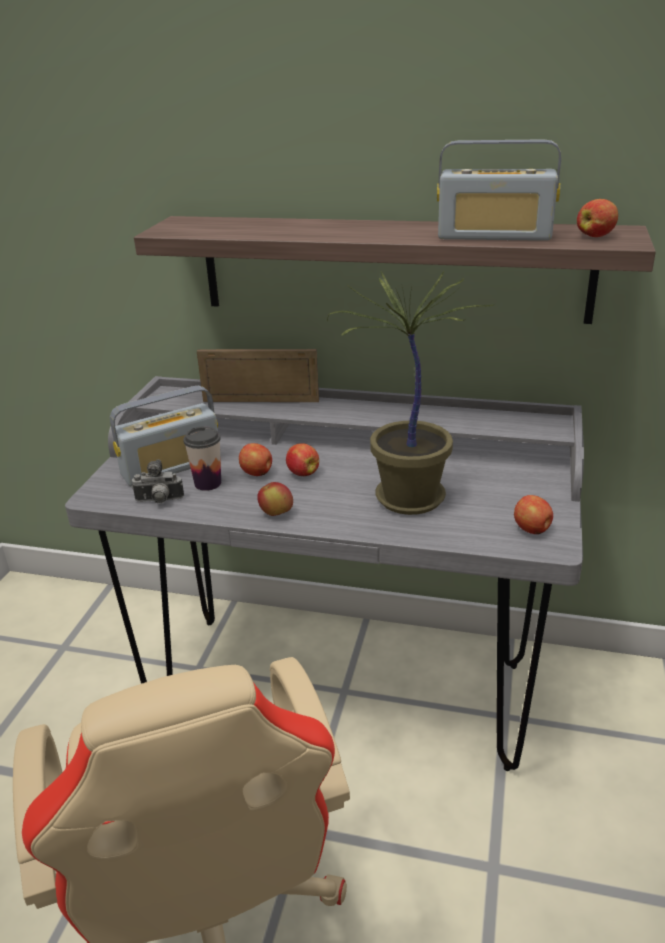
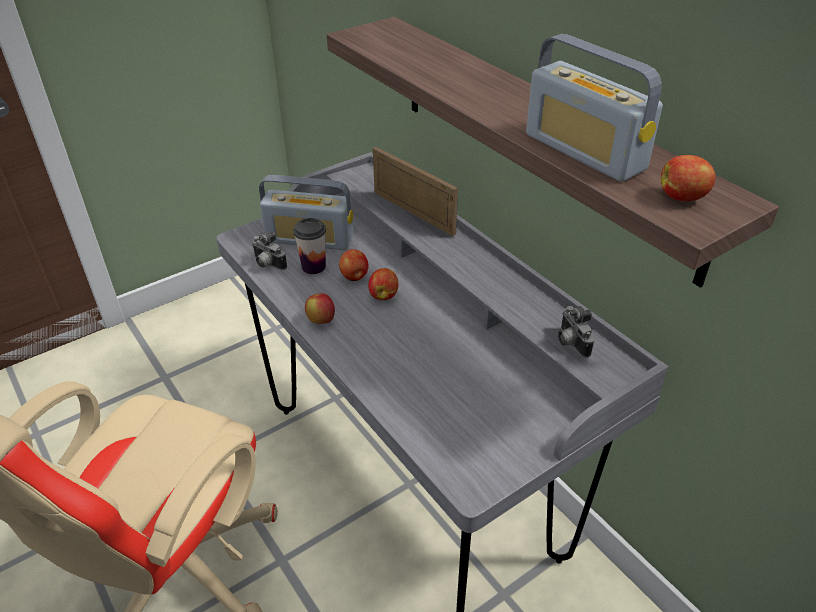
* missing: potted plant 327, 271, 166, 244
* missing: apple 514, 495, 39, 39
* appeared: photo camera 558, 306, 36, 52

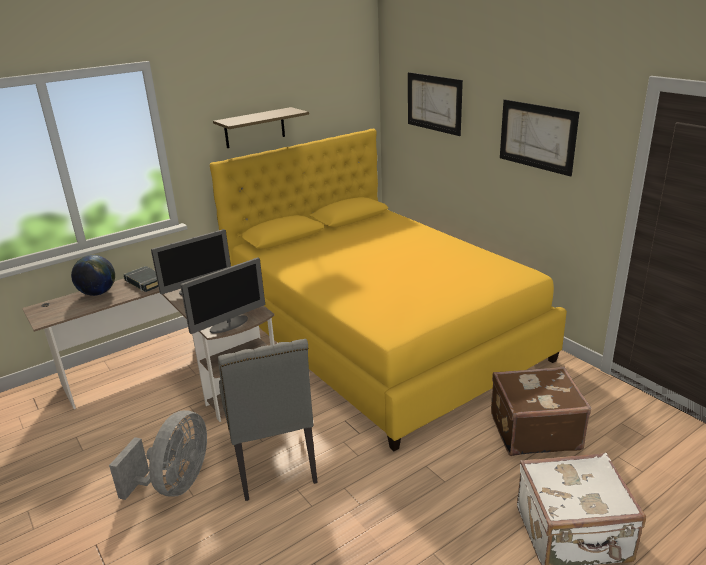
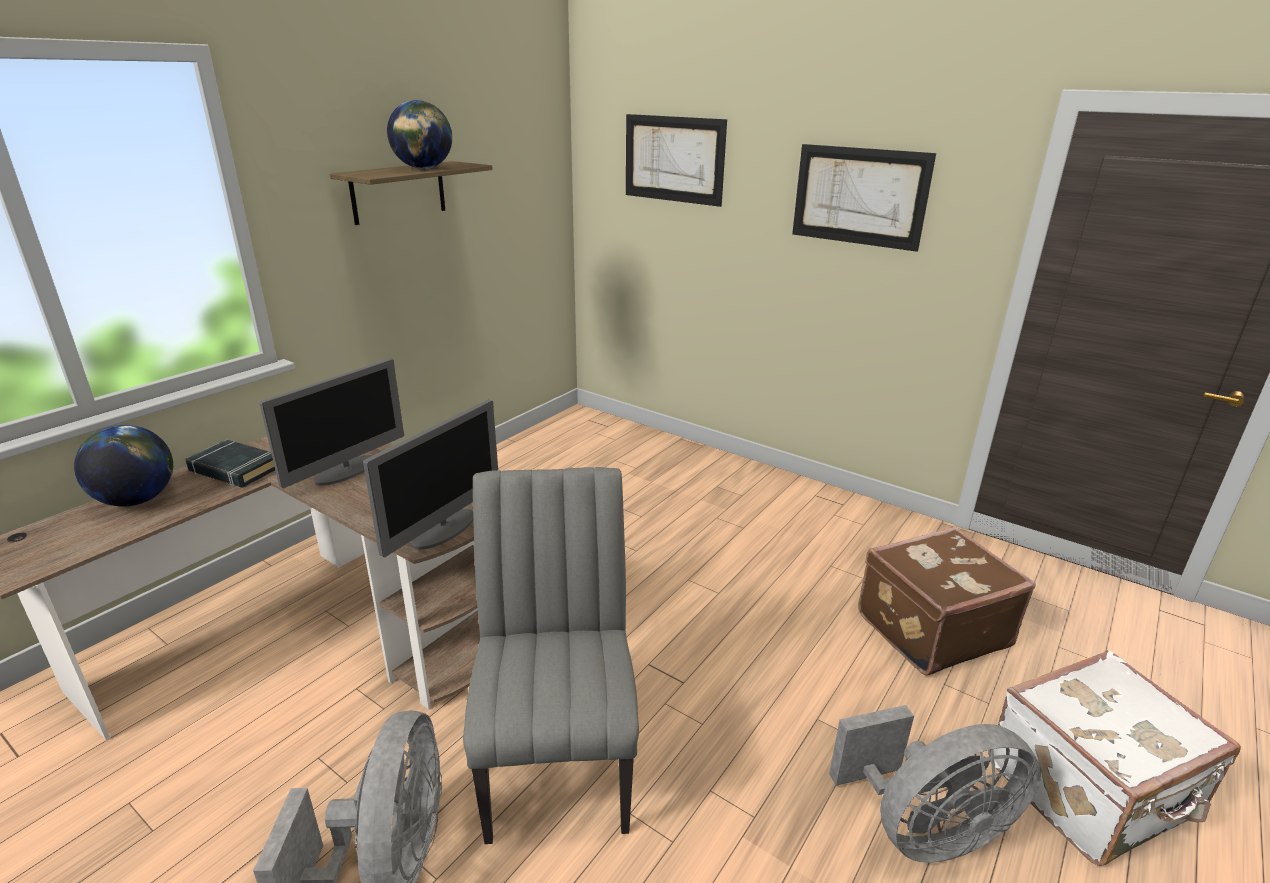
* missing: bed (yellow) 210, 129, 357, 322
* spun: chair (grey) 218, 339, 100, 162 = 463, 467, 176, 377 150 degrees counterclockwise
* appeared: globe 387, 100, 65, 69
* appeared: fan (grey) 829, 705, 212, 158

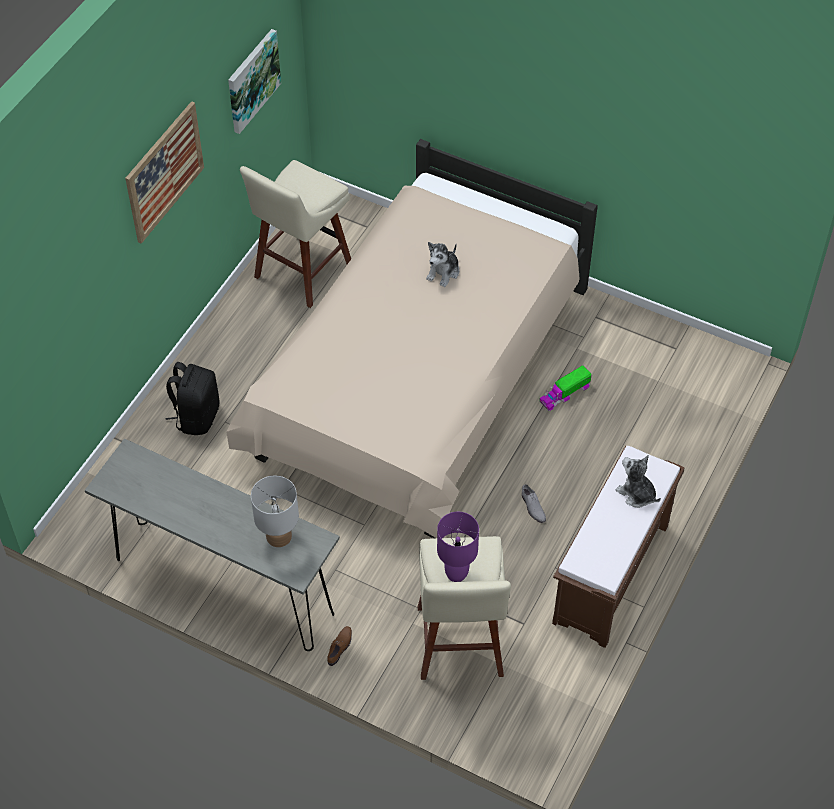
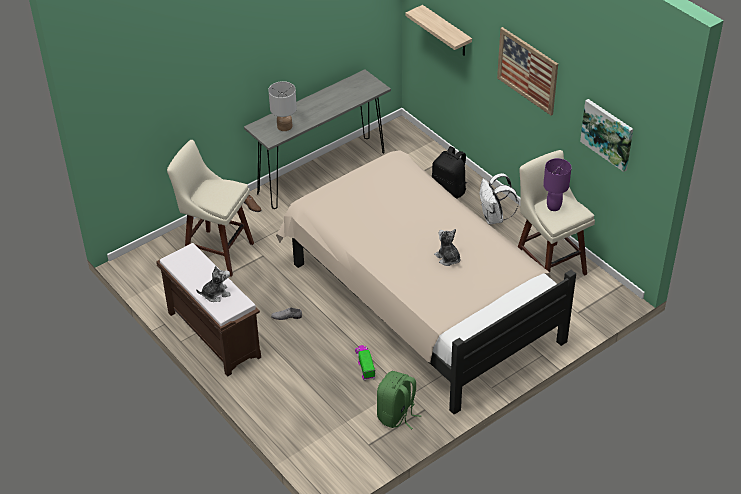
* relocated: table lamp (purple) 437, 512, 42, 70 to 543, 158, 29, 53
* appeared: shelf 405, 5, 67, 51
* appeared: backpack (white) 480, 173, 39, 51
* appeared: backpack (green) 377, 371, 44, 58

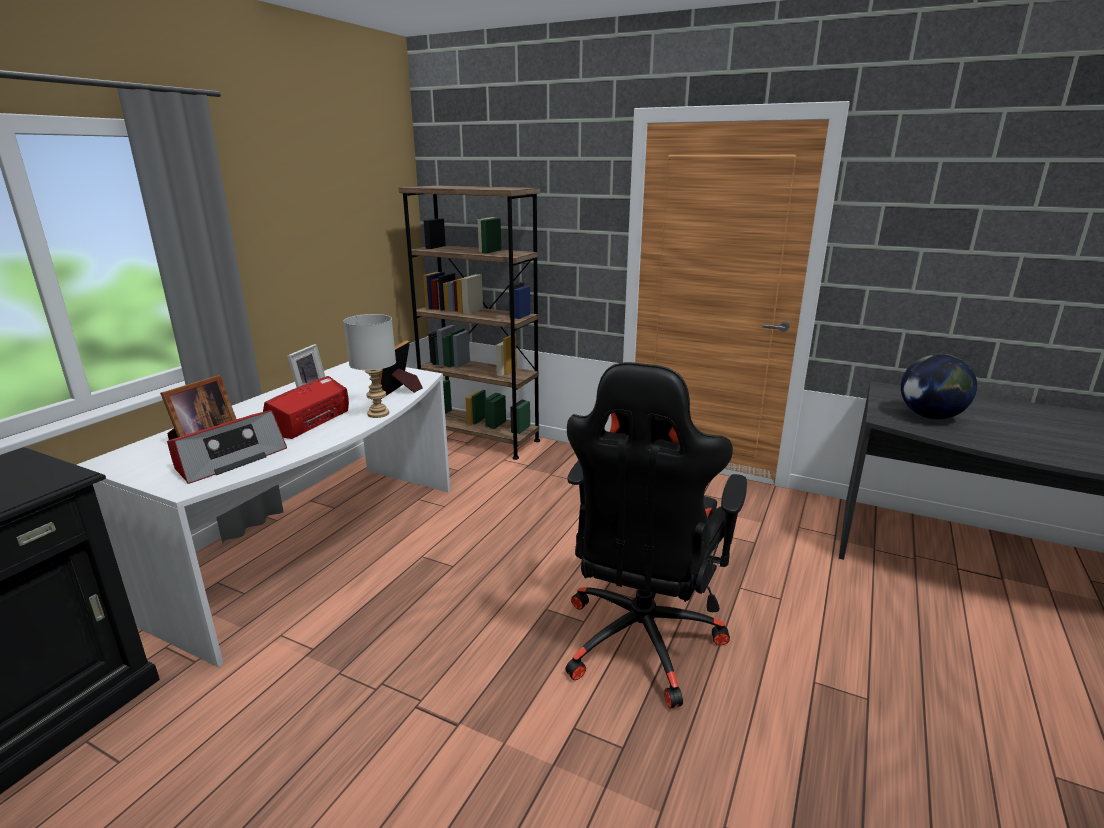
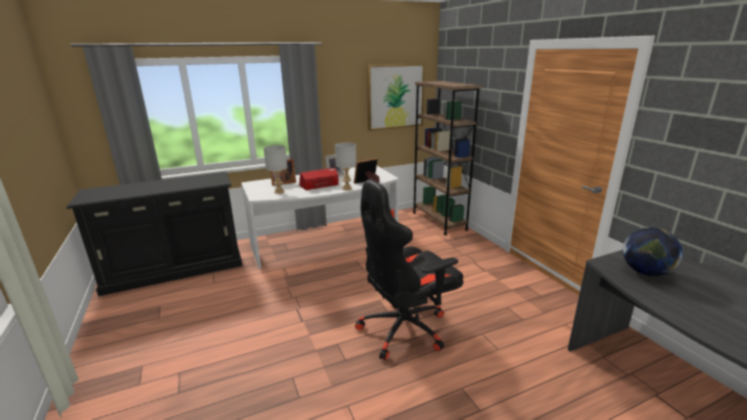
* exchanged: radio 167, 410, 120, 74 to table lamp (grey) 263, 145, 25, 49
* appeared: picture 367, 63, 58, 68

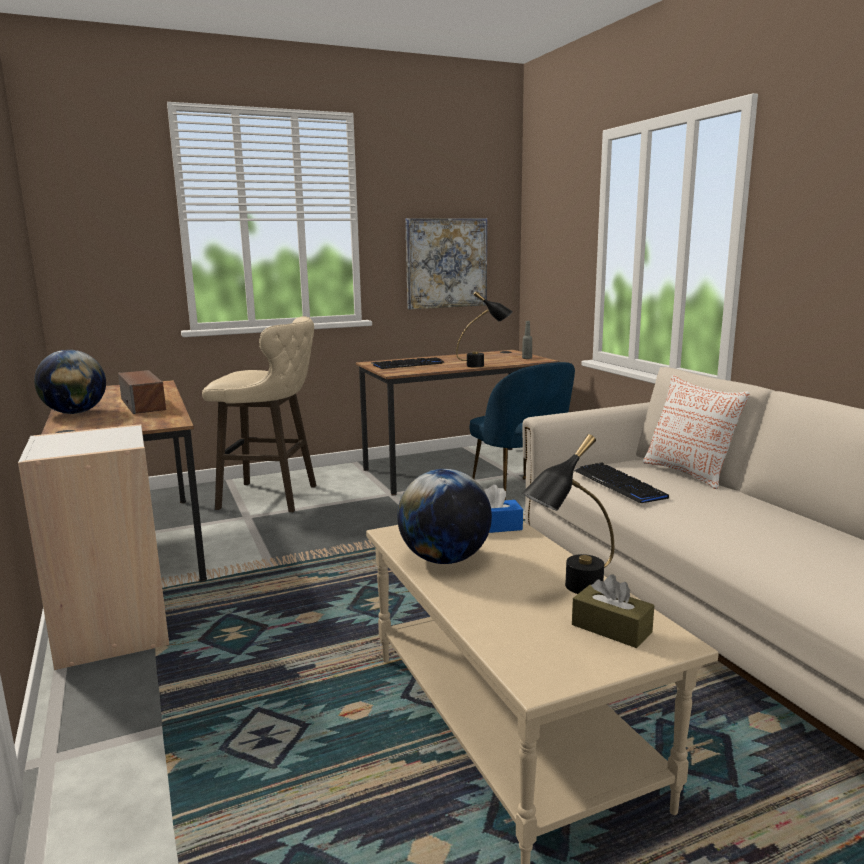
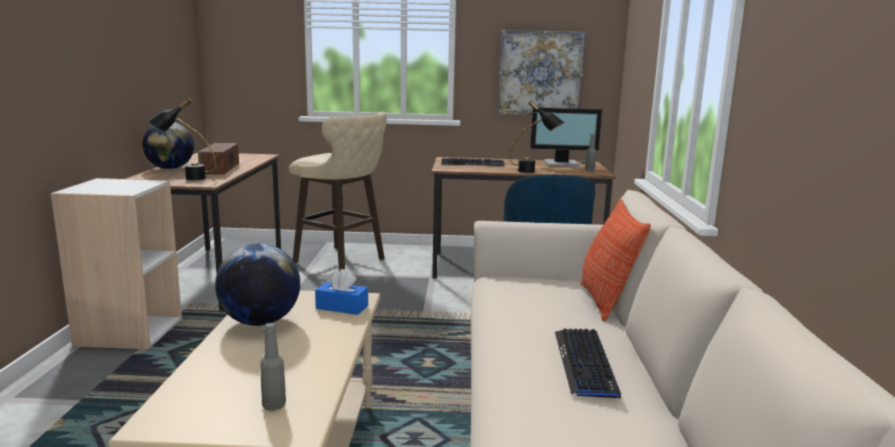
* colour: pillow (white) 643, 375, 107, 114 to pillow (orange) 580, 198, 71, 124
* relocated: table lamp (black) 522, 434, 92, 160 to 148, 98, 68, 82
* relocated: keyboard 574, 463, 95, 40 to 555, 329, 66, 70
* exchanged: tissue box (brown) 572, 575, 82, 73 to bottle (grey) 260, 323, 26, 88
* appeared: monitor 530, 107, 72, 60

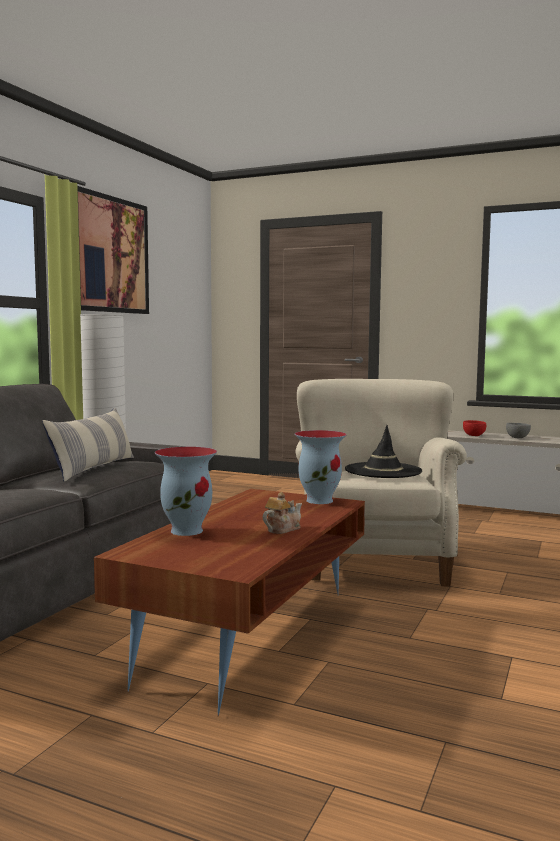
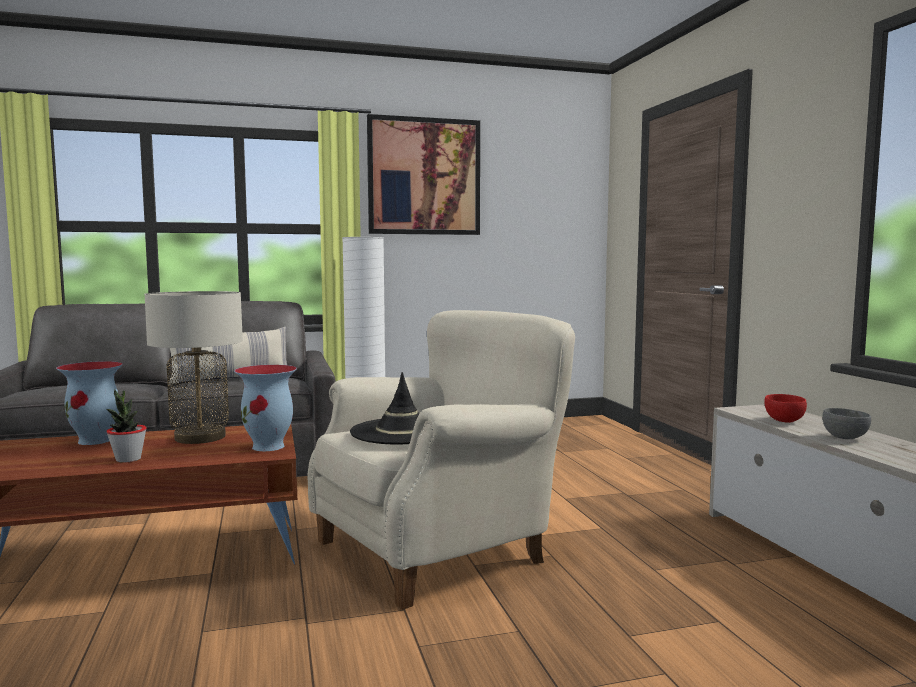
* exchanged: teapot 263, 492, 39, 42 to potted plant 106, 389, 41, 74
* appeared: table lamp 145, 291, 98, 153

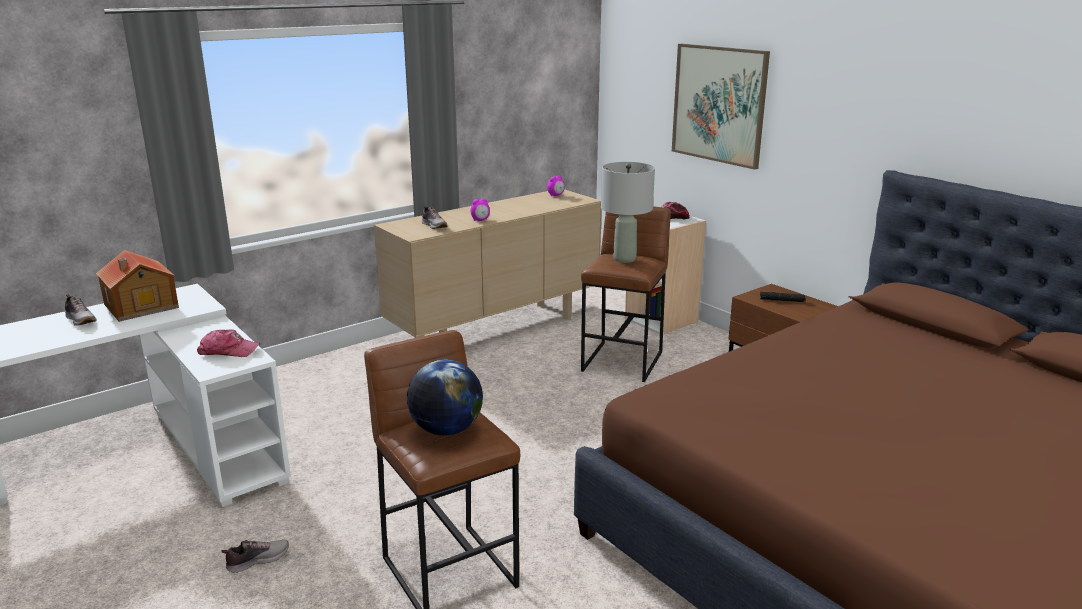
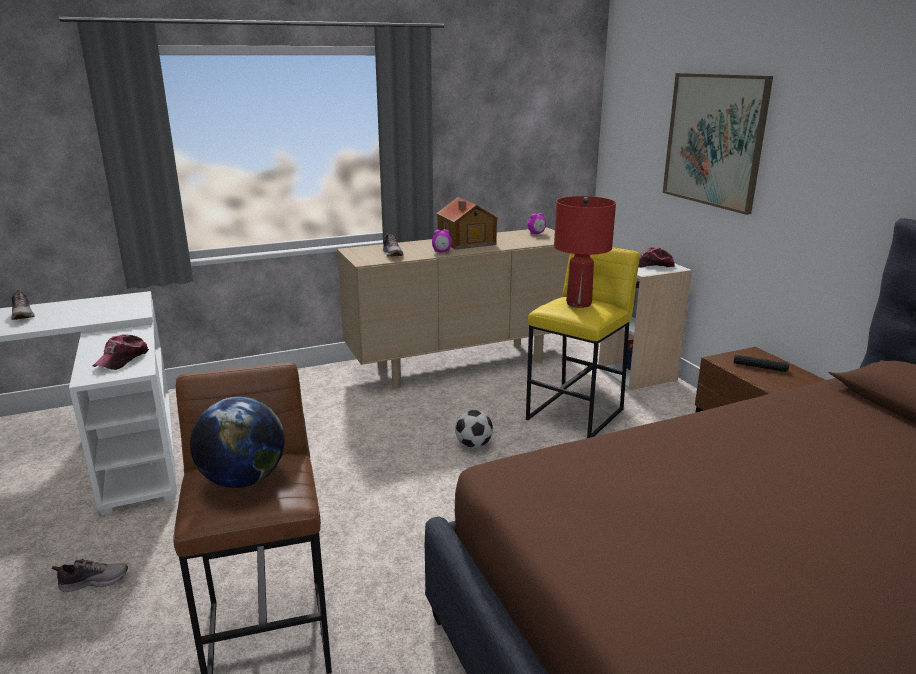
* colour: table lamp (grey) 601, 162, 54, 101 to table lamp (red) 554, 196, 62, 112
* colour: stool (brown) 581, 206, 90, 176 to stool (yellow) 526, 247, 114, 191
* relocated: toy house 96, 250, 83, 72 to 436, 197, 62, 53
* spun: cap 197, 330, 63, 27 = 93, 334, 56, 36 90 degrees clockwise
* appeared: football 455, 410, 38, 38

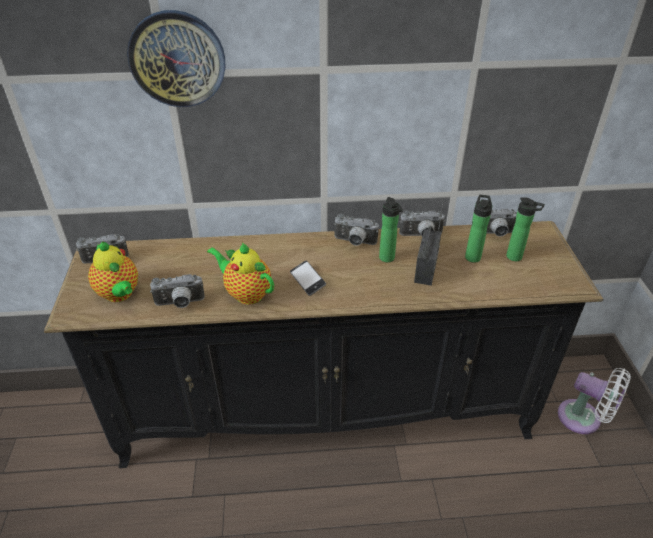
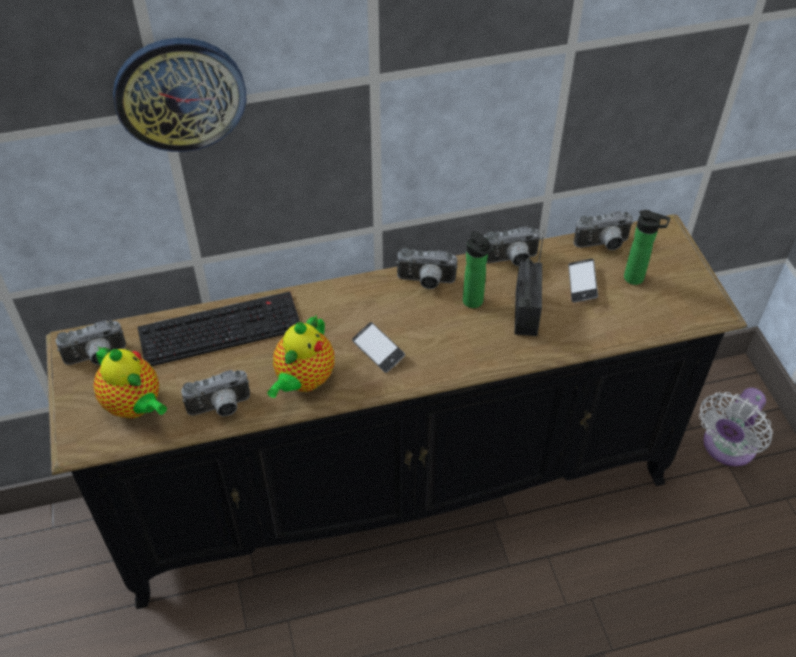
* exchanged: bottle 465, 195, 27, 68 to phone 568, 259, 30, 44
* spun: teapot 207, 242, 67, 62 = 267, 314, 68, 84 90 degrees counterclockwise
* spun: fan (white) 558, 368, 73, 66 = 699, 388, 74, 78 105 degrees clockwise
* appeared: keyboard 137, 292, 163, 74

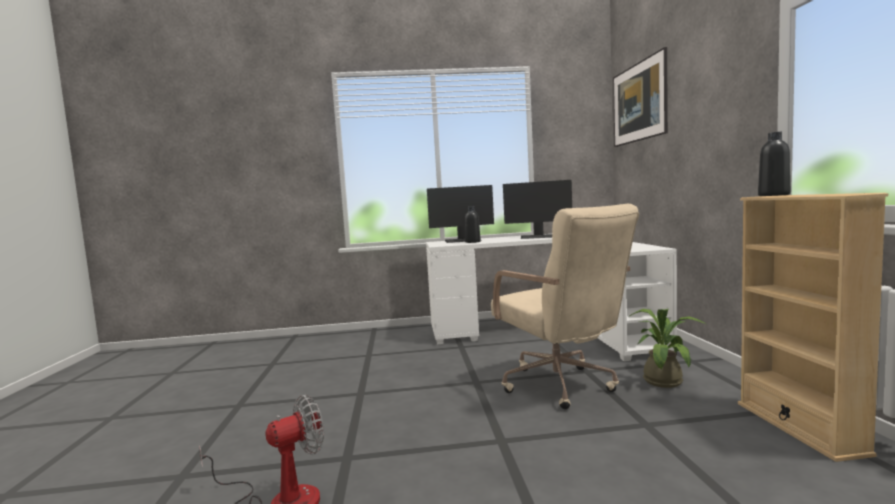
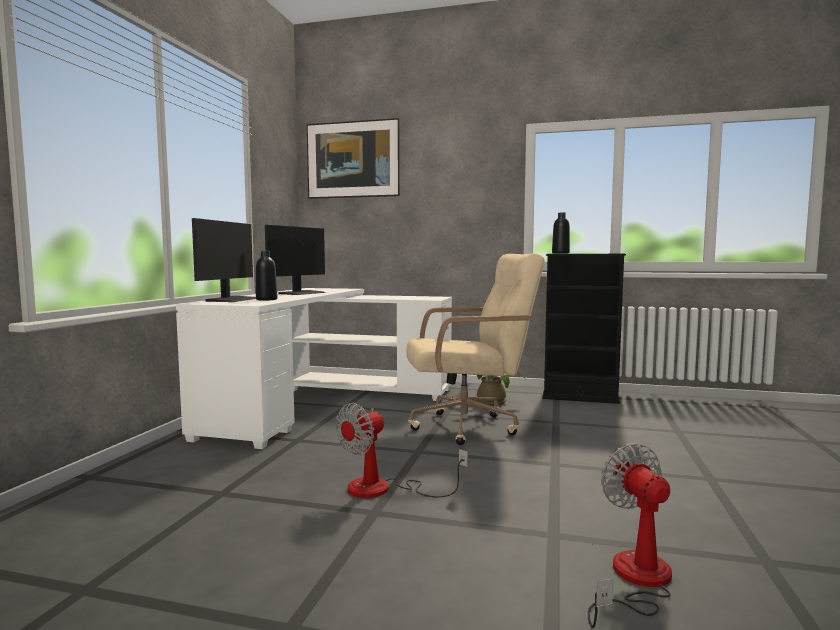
* colour: bookcase (beige) 738, 193, 150, 269 to bookcase (black) 543, 254, 83, 150
* appeared: fan 336, 403, 132, 95

